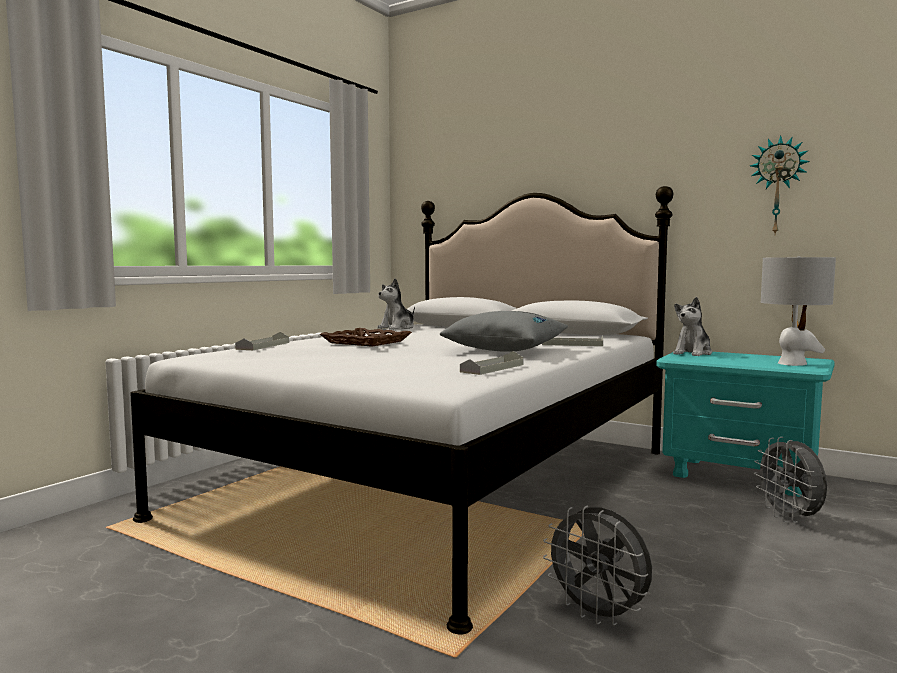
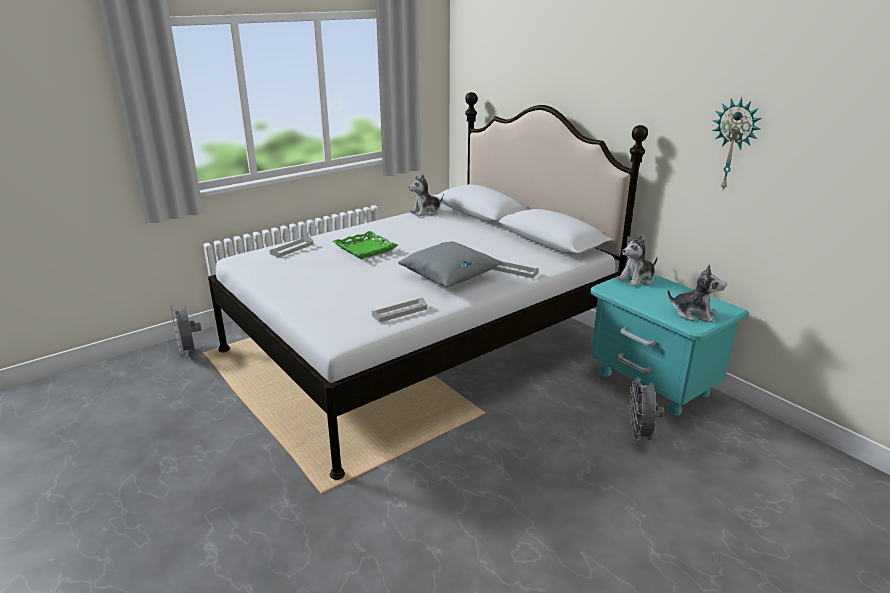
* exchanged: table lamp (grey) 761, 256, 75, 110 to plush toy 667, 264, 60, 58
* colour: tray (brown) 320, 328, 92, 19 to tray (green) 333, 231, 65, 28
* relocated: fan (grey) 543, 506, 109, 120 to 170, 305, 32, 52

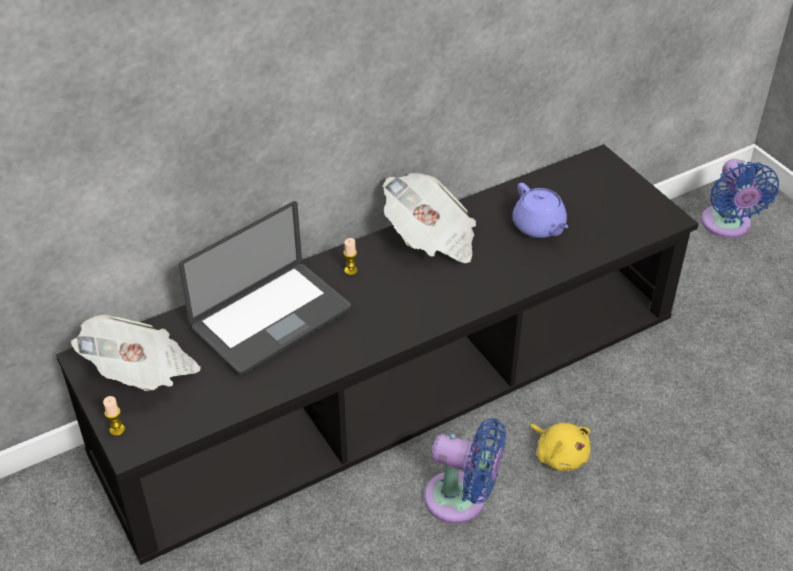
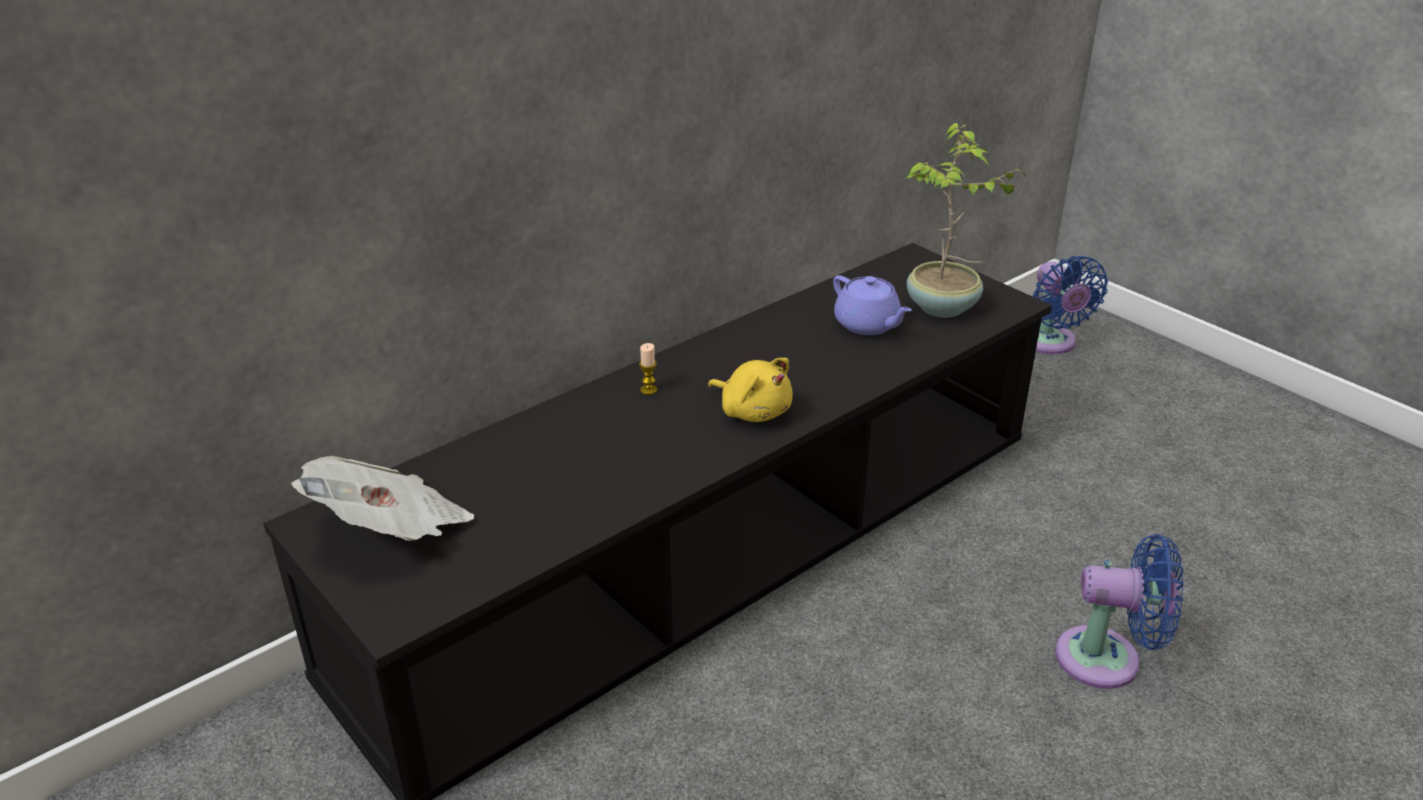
* missing: newspaper 383, 173, 93, 90
* missing: laptop 178, 201, 173, 175
* missing: candle 103, 396, 22, 40
* relocated: fan (blue) 424, 419, 82, 105 to 1055, 534, 129, 155
* relocated: plush toy (yellow) 529, 423, 62, 49 to 708, 358, 85, 64
* appeared: potted plant 905, 123, 122, 195

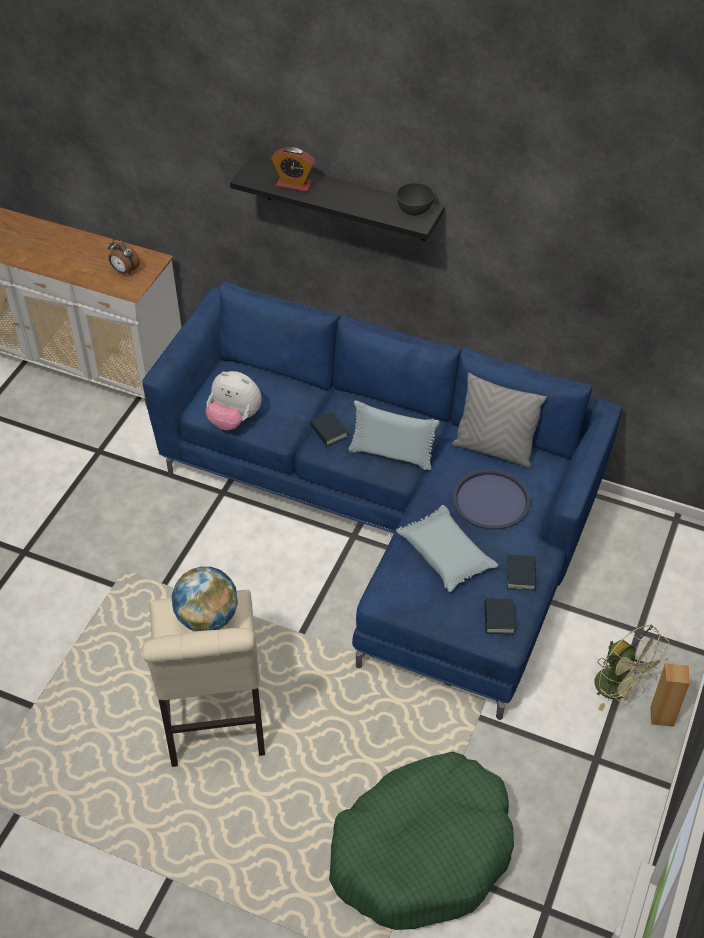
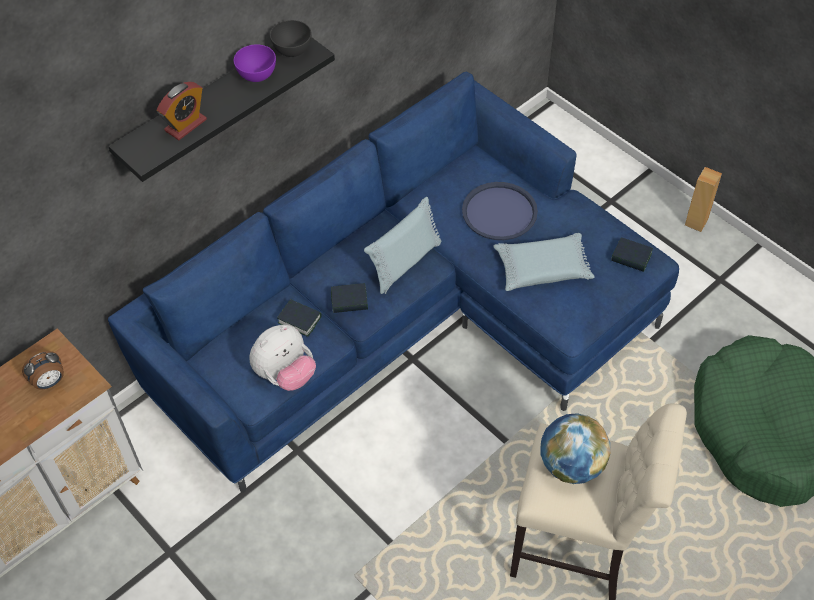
* missing: pillow (grey) 452, 372, 95, 95
* relocated: book 507, 555, 29, 36 to 277, 299, 45, 38
* missing: fan (green) 594, 625, 75, 86
* appeared: bowl (purple) 234, 44, 42, 38

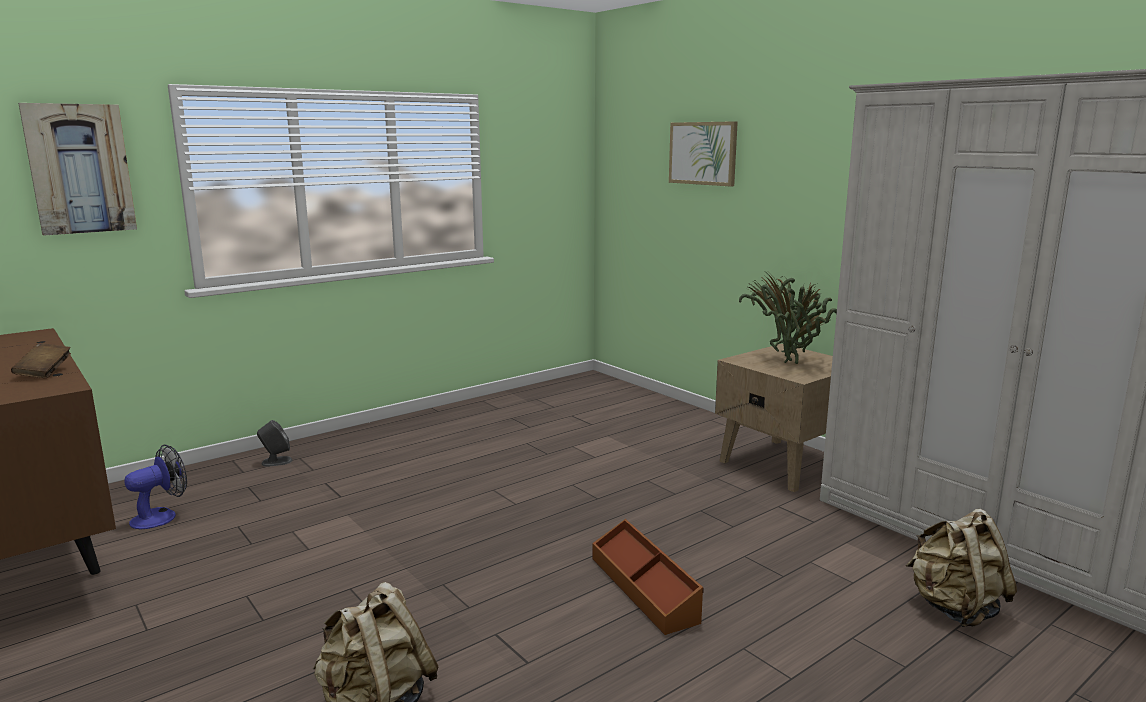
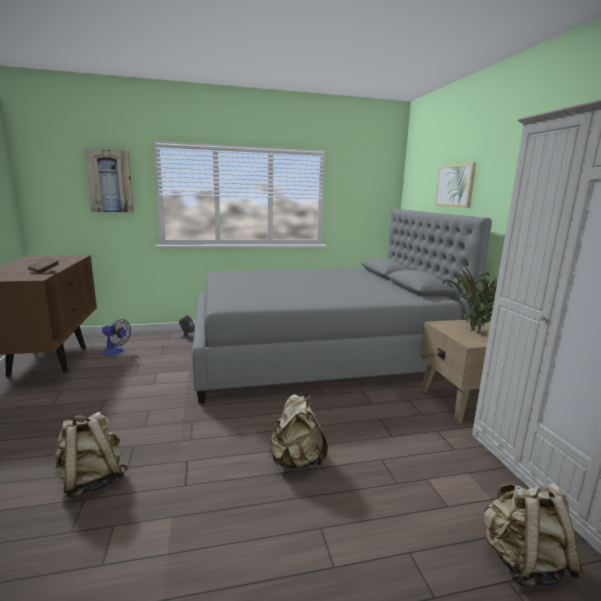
* spun: fan 124, 444, 63, 86 = 102, 319, 29, 36 45 degrees clockwise
* exchanged: storage box (brown) 593, 519, 111, 116 to backpack (beige) 269, 394, 59, 75
* appeared: bed (grey) 192, 209, 300, 194

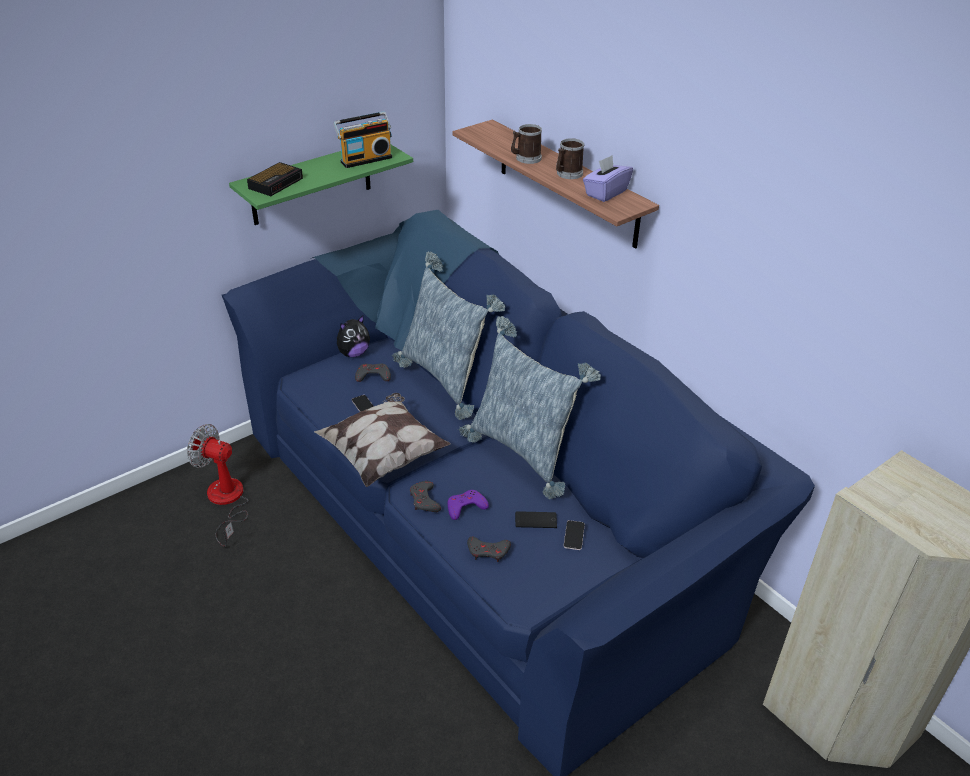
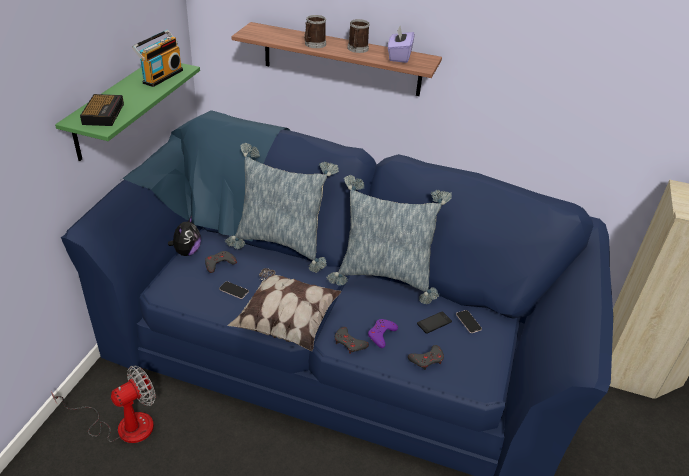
* spun: fan 187, 424, 61, 123 = 51, 365, 104, 78 150 degrees clockwise

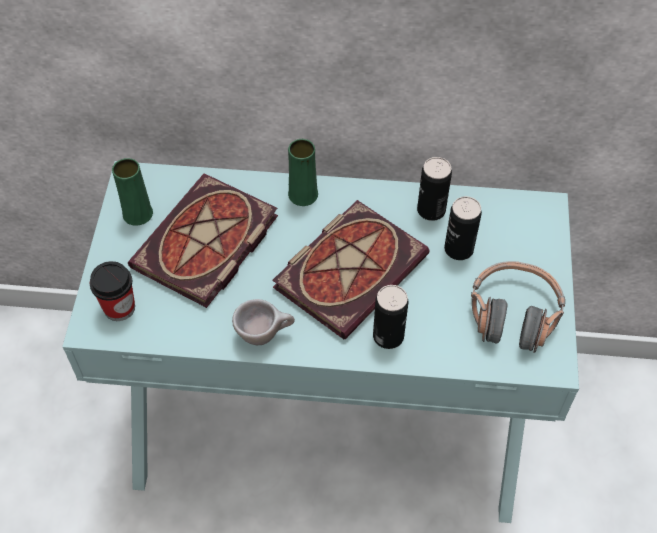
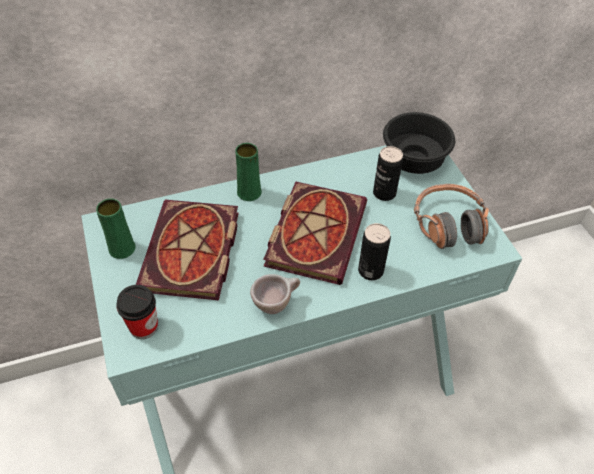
* missing: can 417, 157, 35, 64
* appeared: bowl (black) 383, 112, 72, 62

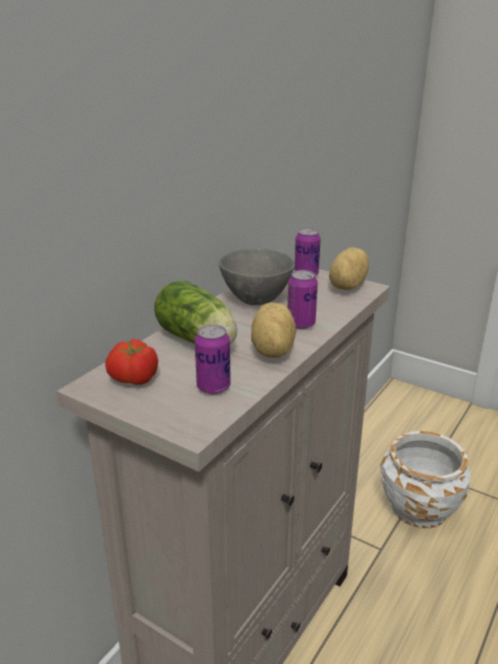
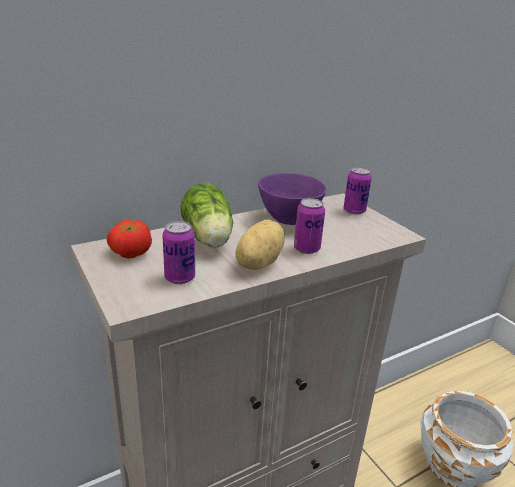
* missing: potato 329, 247, 40, 43
* colour: bowl (grey) 219, 248, 76, 57 to bowl (purple) 258, 173, 68, 52

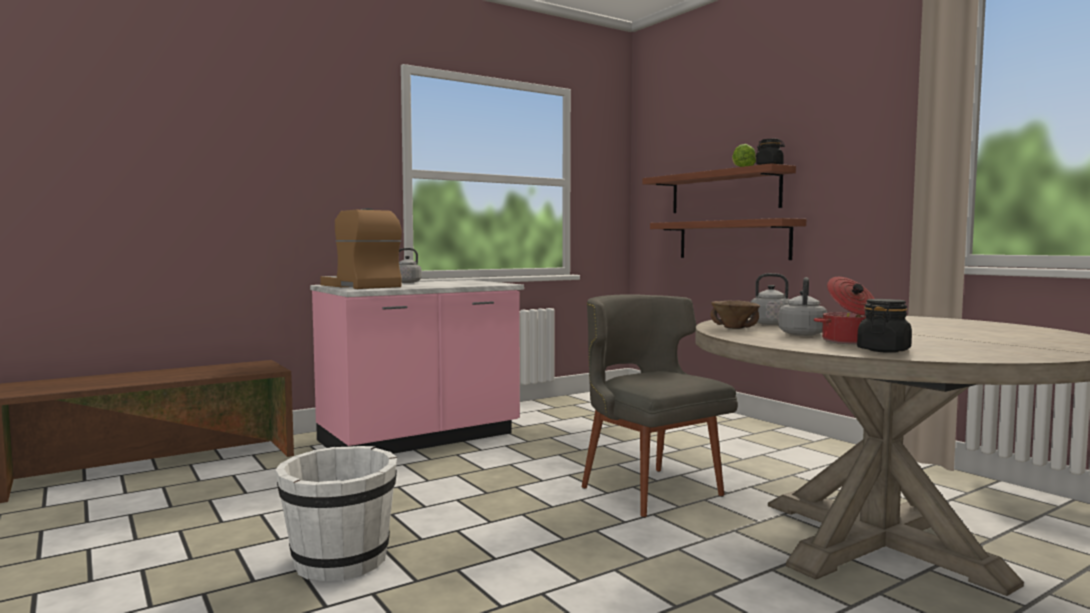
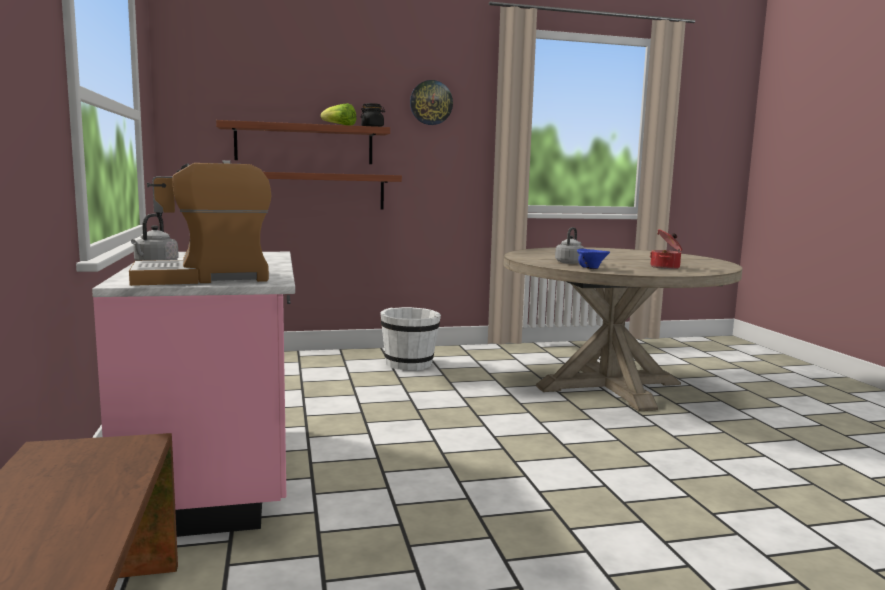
* missing: kettle (grey) 778, 277, 49, 59
* missing: chair (grey) 582, 294, 156, 224
* missing: jar (black) 857, 299, 55, 54
* colour: bowl (brown) 710, 301, 50, 28 to bowl (blue) 577, 249, 33, 20
* relocated: bucket (white) 275, 446, 122, 135 to 380, 307, 61, 64
* appeared: wall clock 410, 80, 43, 45

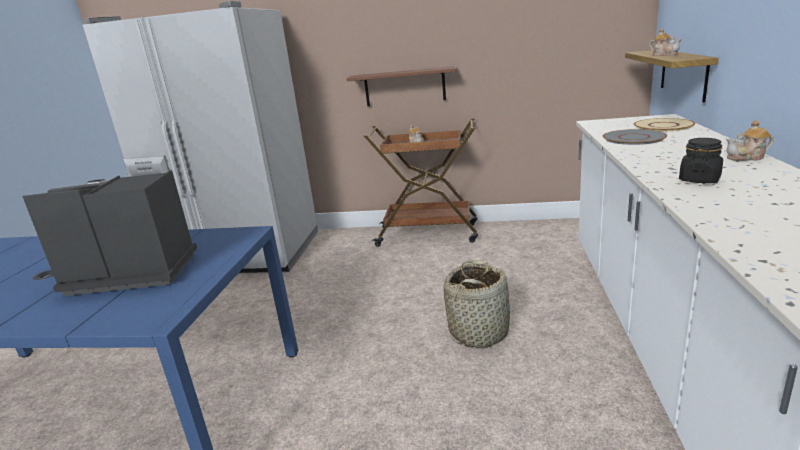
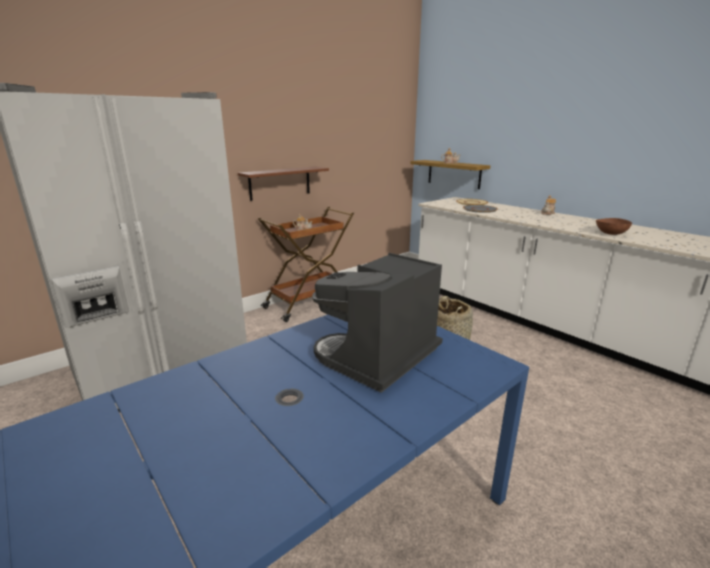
* missing: jar (black) 679, 138, 44, 45
* appeared: bowl (brown) 596, 218, 36, 17

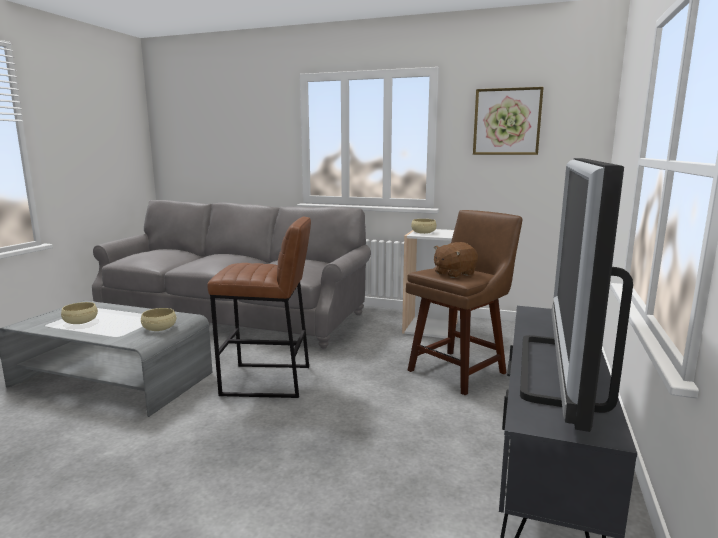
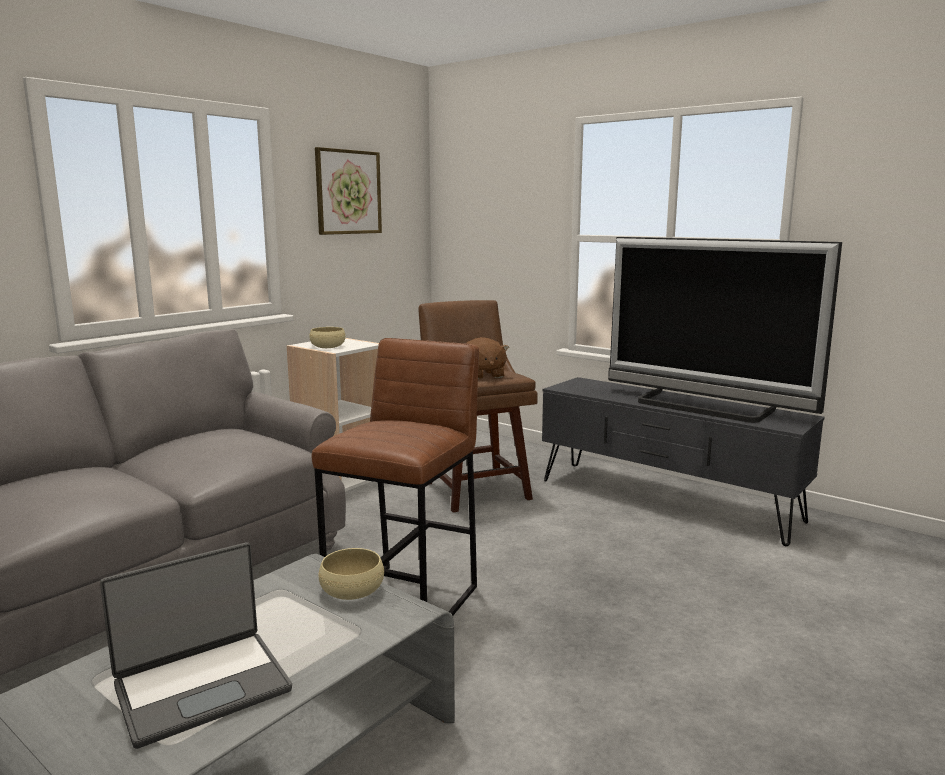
* exchanged: bowl (beige) 61, 302, 37, 22 to laptop 100, 542, 192, 207

